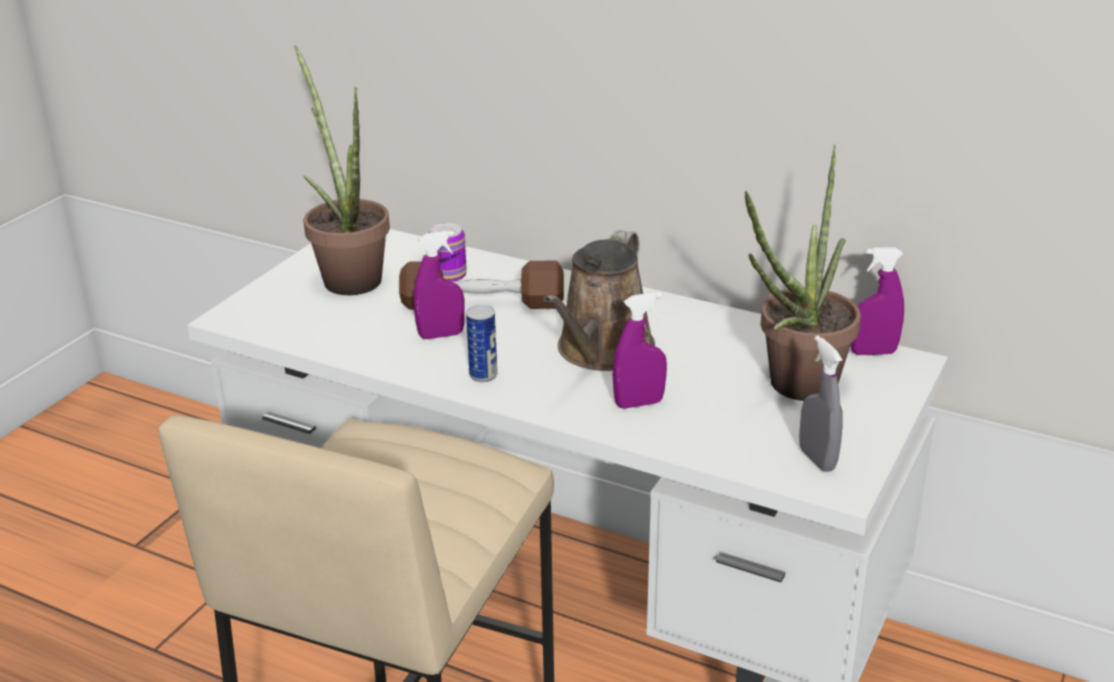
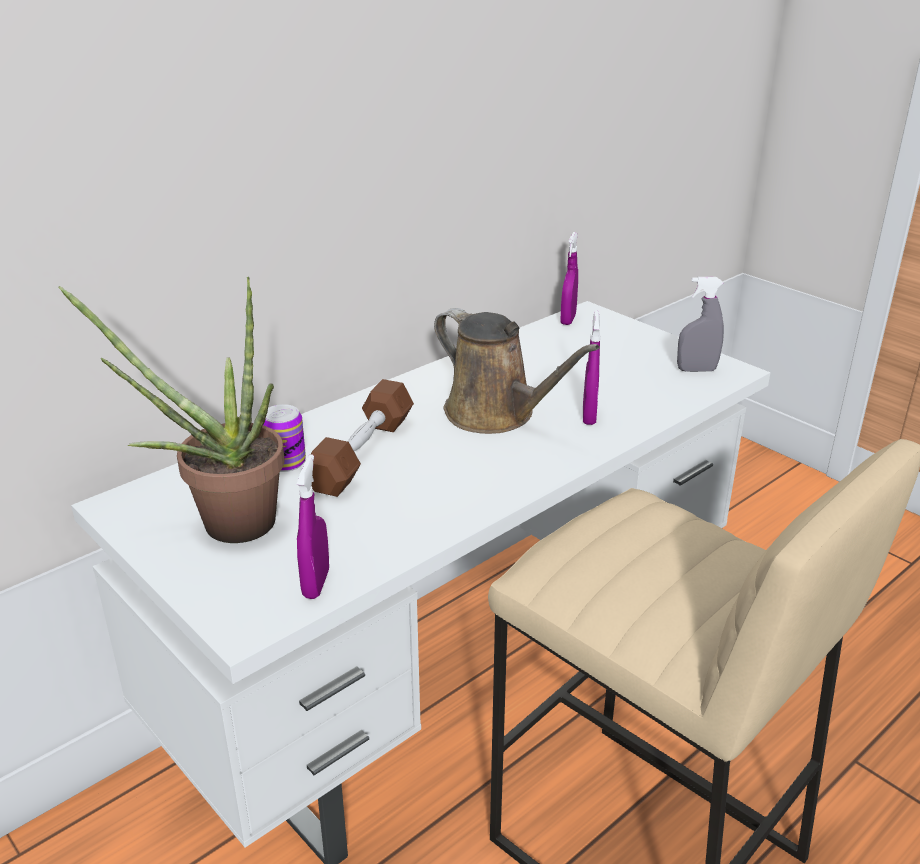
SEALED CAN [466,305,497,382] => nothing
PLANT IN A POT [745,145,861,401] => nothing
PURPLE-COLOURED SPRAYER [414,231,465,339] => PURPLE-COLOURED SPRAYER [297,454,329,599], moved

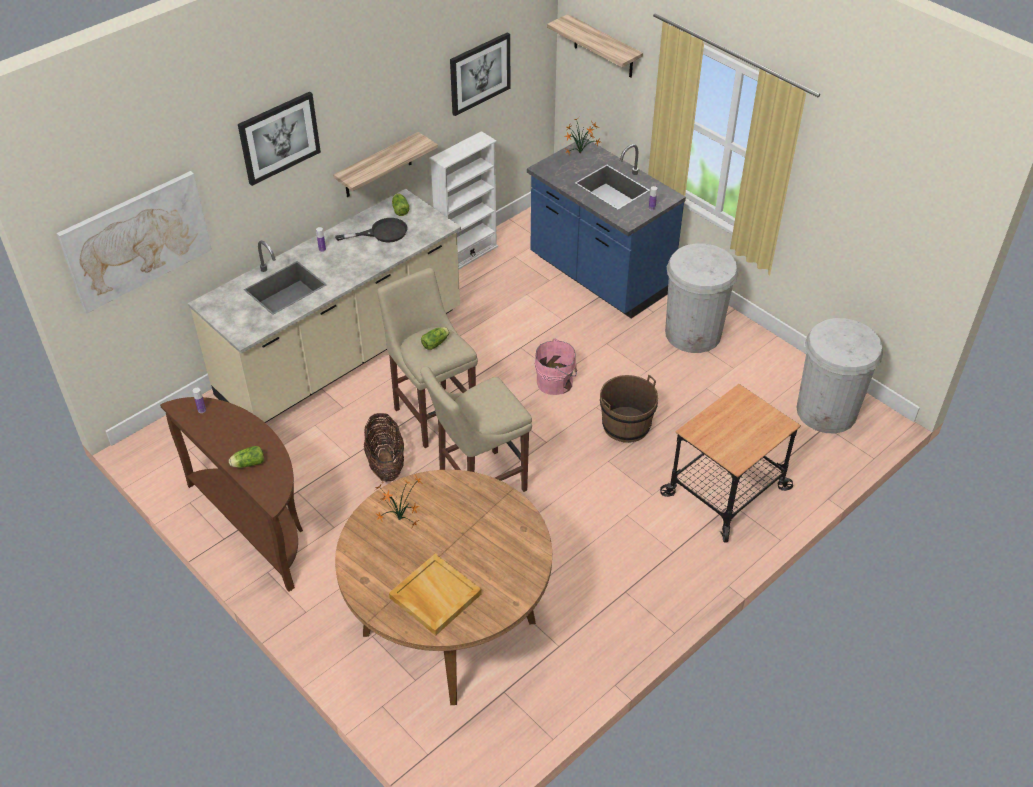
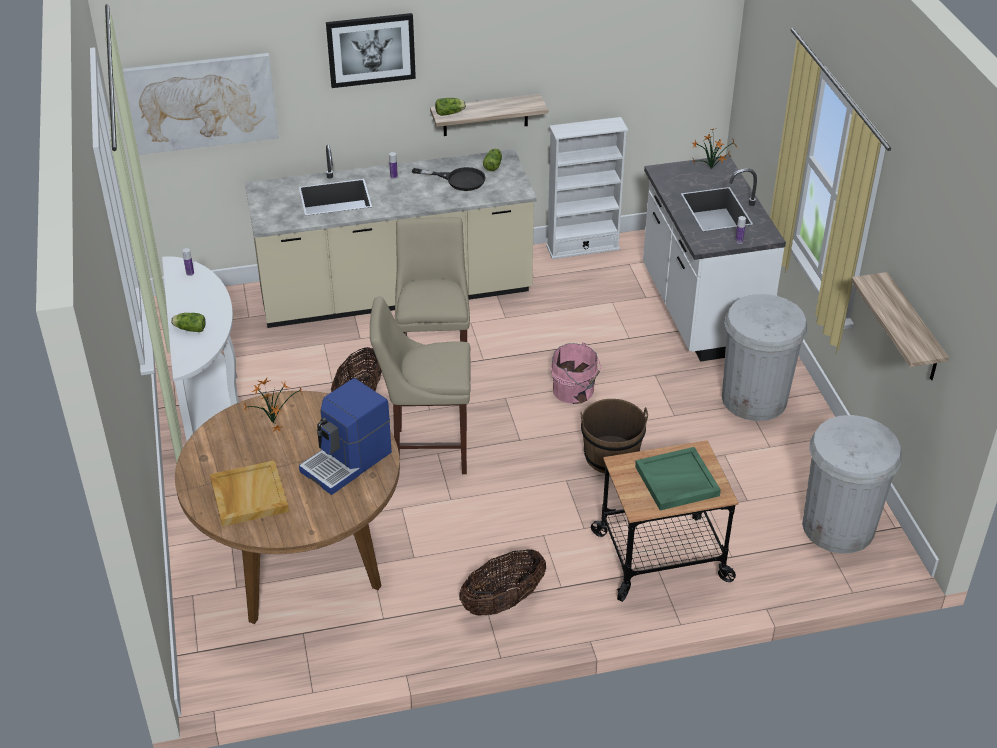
WALL PICTURE [450,32,510,116] => nothing
nothing => COFFEE MACHINE [299,378,392,495]
nothing => HOUSEHOLD BASKET [459,549,546,616]
nothing => GREEN CARRYING TRAY [635,447,721,511]
HEAD OF LETTUCE [421,327,449,350] => HEAD OF LETTUCE [435,98,466,116], moved
SHELF [547,14,643,78] => SHELF [851,272,949,380], moved
BROWN-COLOURED CONSOLE TABLE [160,397,303,592] => WHITE CONSOLE TABLE [162,256,239,441]
BLUE-COLOURED KITCHEN BASE UNIT [527,137,686,319] => WHITE KITCHEN BASE UNIT [643,155,786,362]

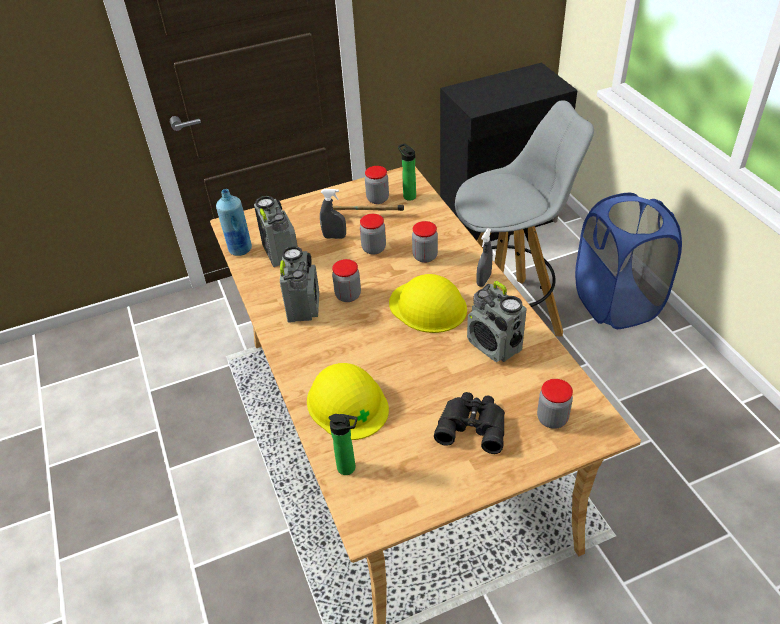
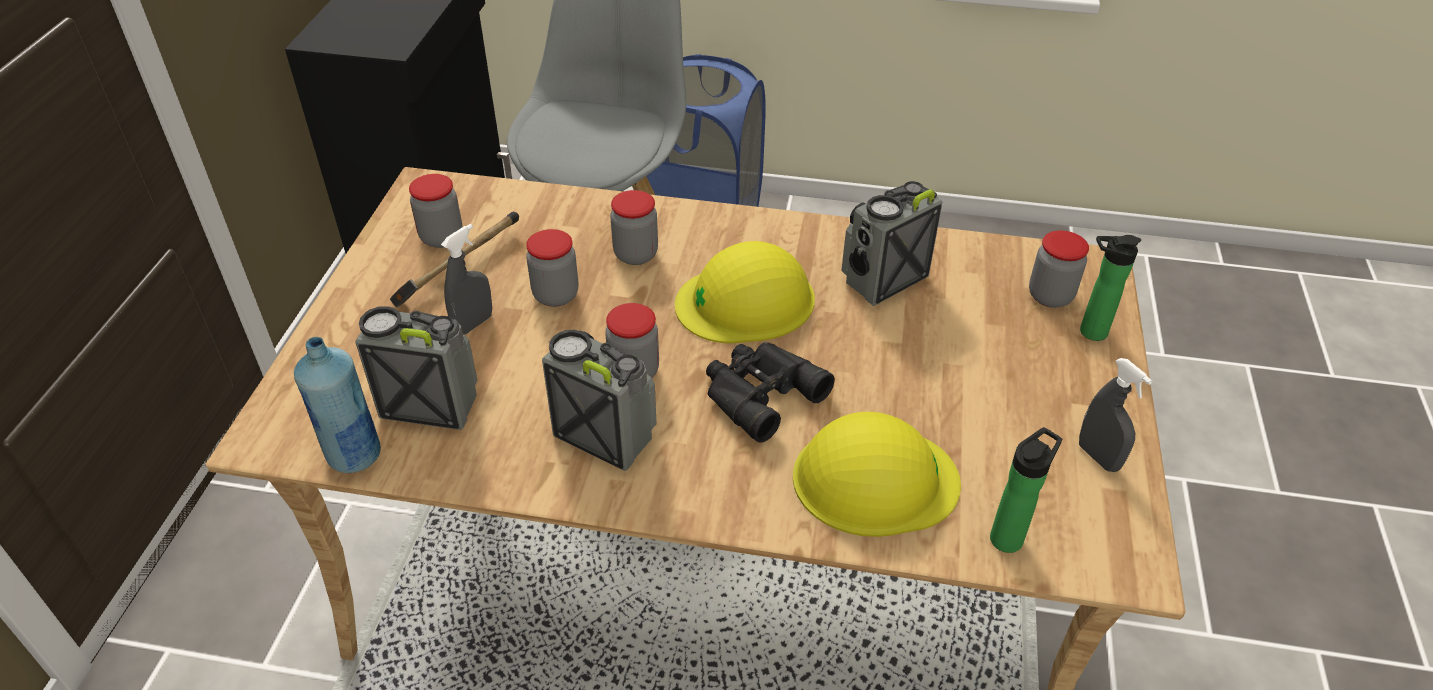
BOTTLE [398,143,416,201] => BOTTLE [1080,235,1141,341], moved
BLACK-COLOURED PAIR OF BINOCULARS [434,392,505,454] => BLACK-COLOURED PAIR OF BINOCULARS [706,342,835,442], moved
GREYISH SPRAYER [476,228,493,287] => GREYISH SPRAYER [1079,358,1152,472], moved
RADIO [467,281,527,362] => RADIO [841,181,943,306], 150 degrees clockwise

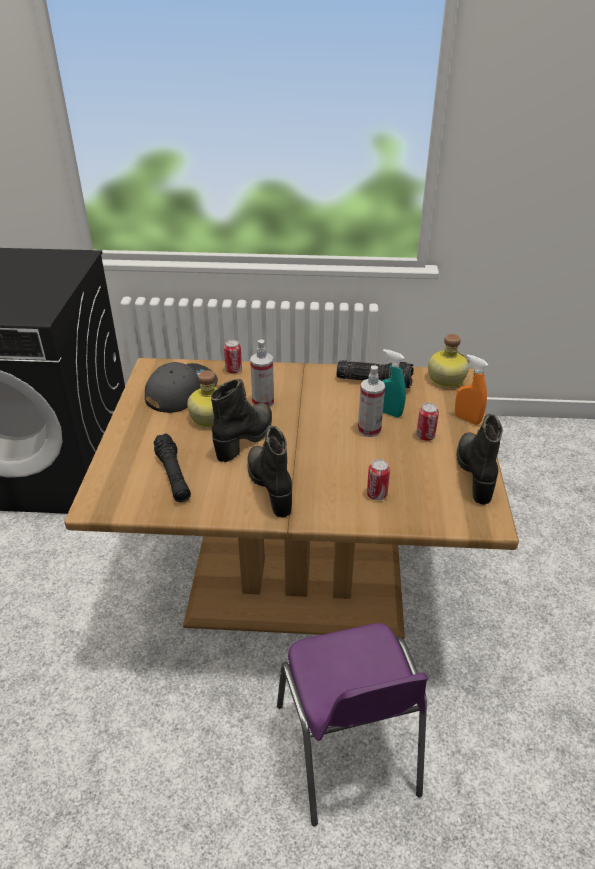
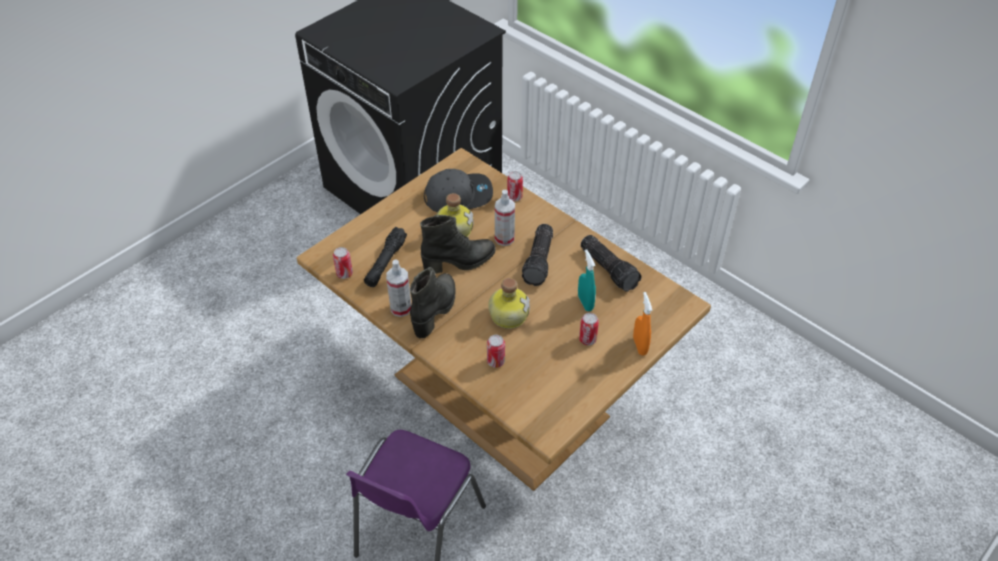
BLACK-COLOURED HIGH-TOP BOOT [457,413,503,505] => nothing
nothing => SEALED CAN [333,247,353,279]
nothing => HAND TORCH [522,224,553,286]
SPRAYER [358,366,385,437] => SPRAYER [386,259,411,317], moved
BOTTLE [428,334,469,388] => BOTTLE [488,278,530,329], moved

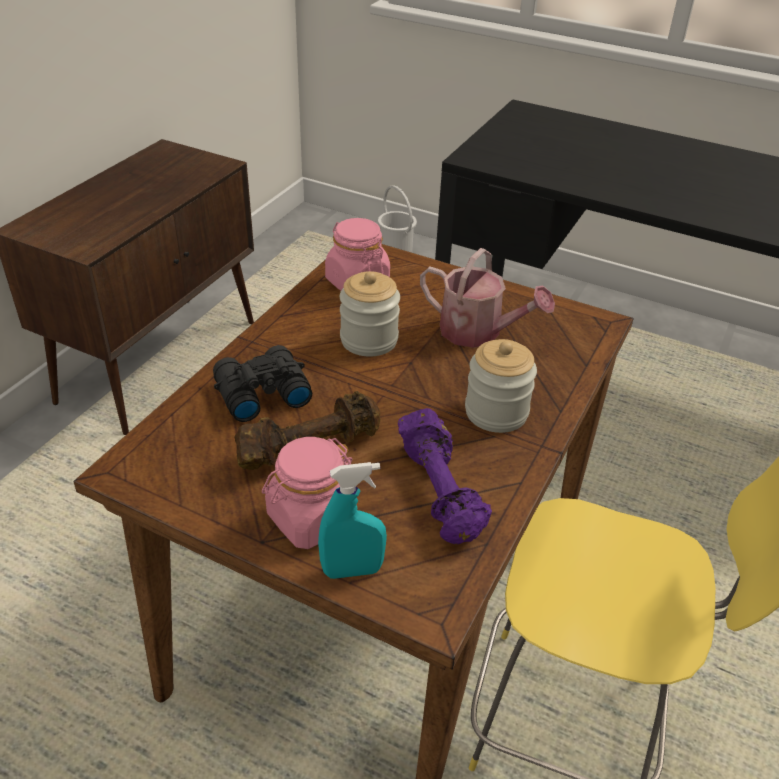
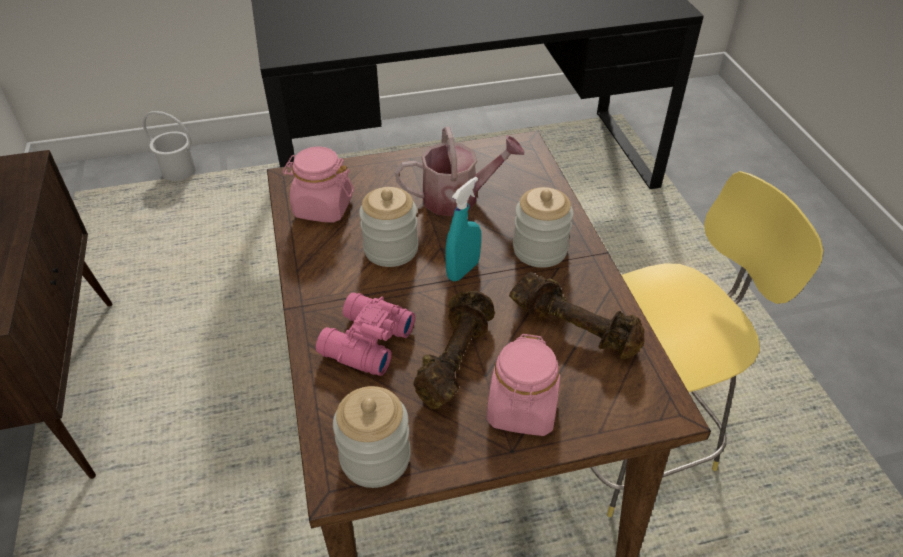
nothing => JAR [333,386,411,488]
TURQUOISE-COLOURED SPRAYER [318,462,387,579] => TURQUOISE-COLOURED SPRAYER [445,177,481,281], moved
BLACK-COLOURED PAIR OF BINOCULARS [213,345,312,422] => PINKISH PAIR OF BINOCULARS [316,293,415,376]
PURPLE-COLOURED HAND WEIGHT [398,408,492,545] => BROWN-COLOURED HAND WEIGHT [509,272,644,360]

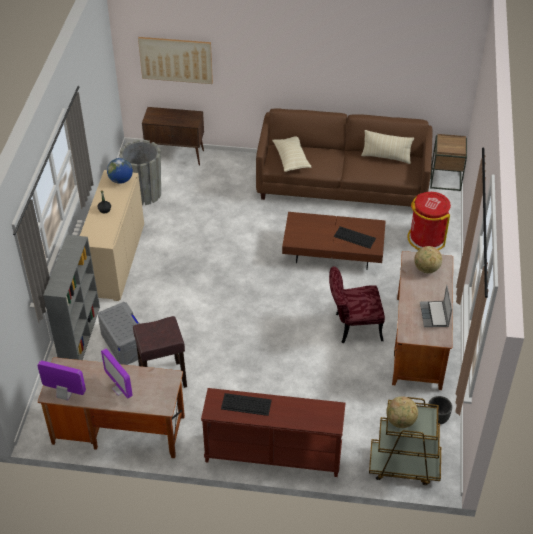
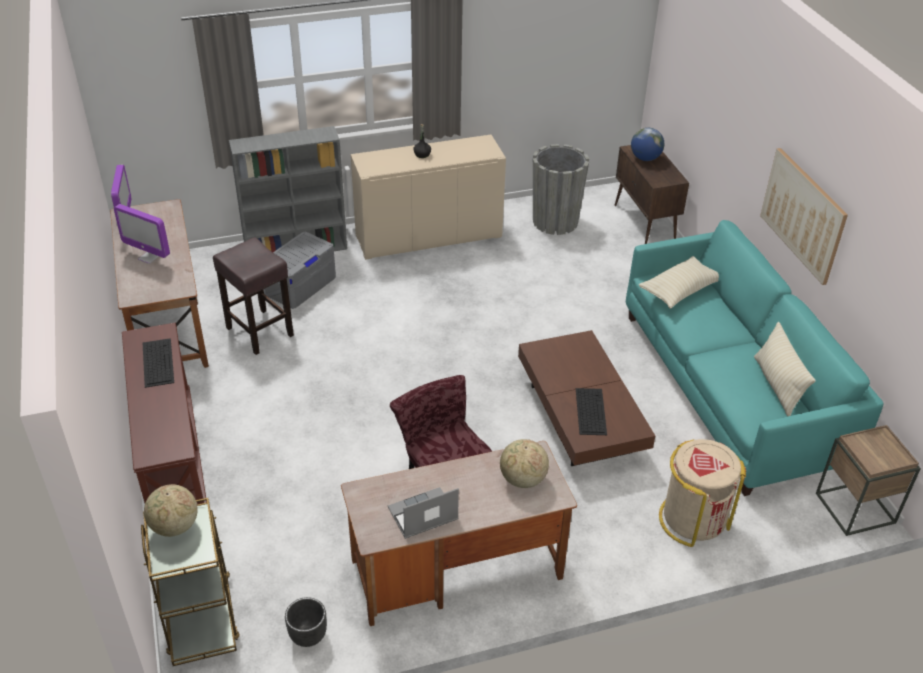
DESK GLOBE [107,158,133,184] => DESK GLOBE [631,128,664,161], moved
WALL PICTURE [138,37,213,84] => WALL PICTURE [760,148,848,285], moved
BROWN-COLOURED SETTEE [256,108,432,207] => TURQUOISE-COLOURED SETTEE [626,220,883,496]
RED TRASH CAN [407,192,451,250] => SAND-COLOURED TRASH CAN [659,439,746,547]
COMPUTER SCREEN [101,348,133,398] => COMPUTER SCREEN [114,204,170,264], 90 degrees counterclockwise

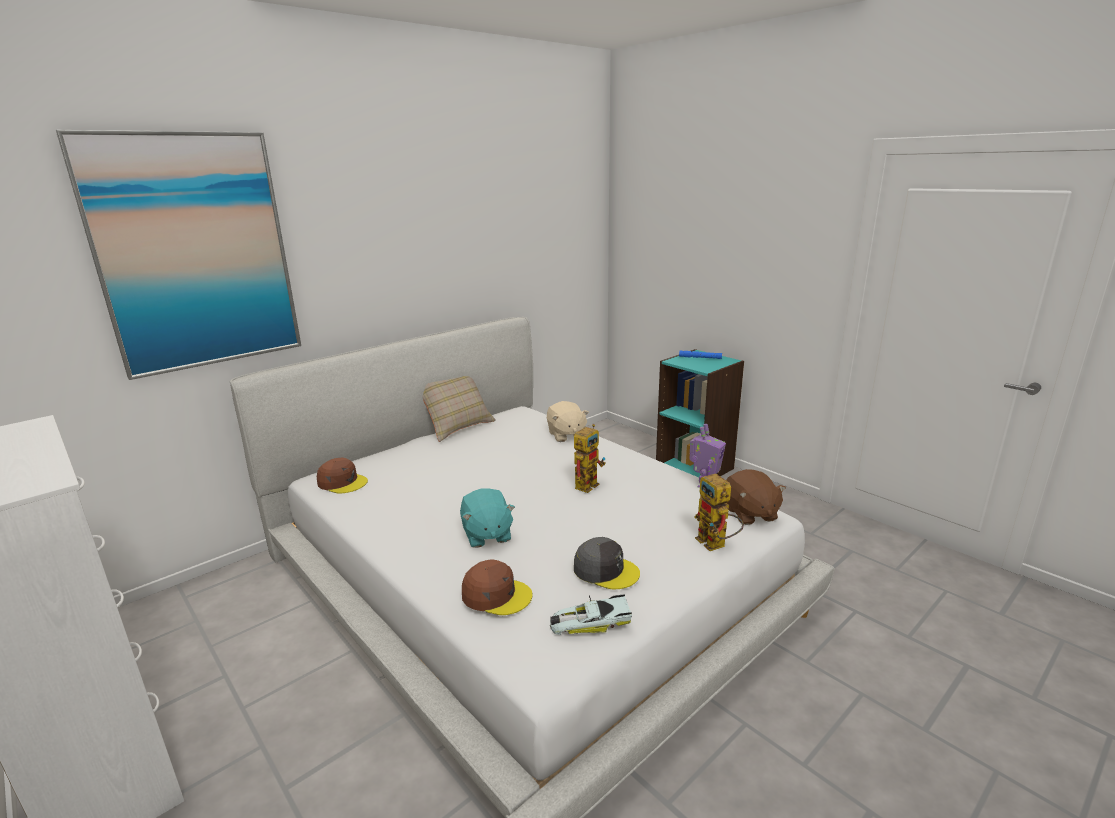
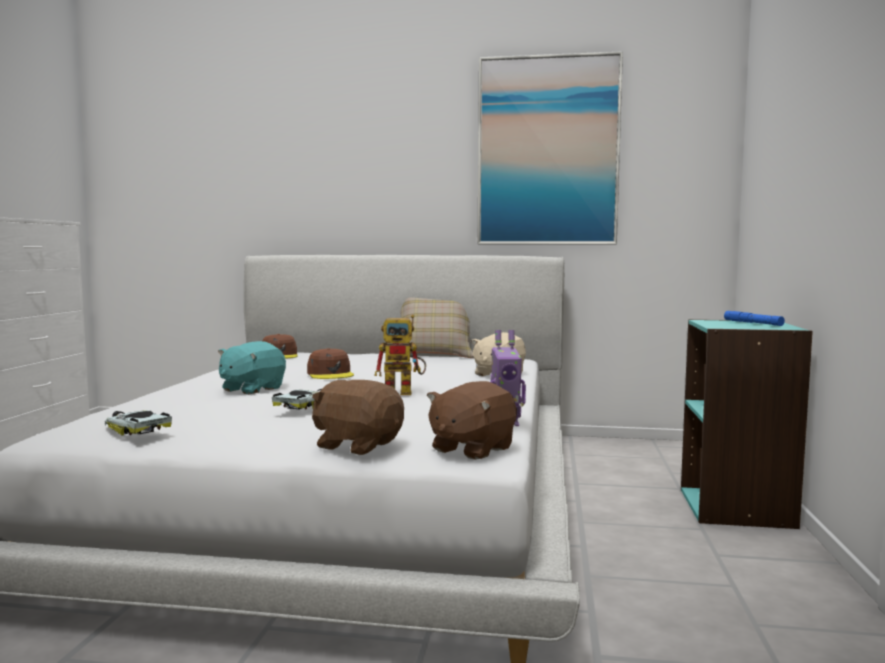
GREYISH PEAKED CAP [574,537,640,589] => nothing
nothing => MINIATURE CAR [272,389,322,410]
WALL PICTURE [56,130,301,380] => WALL PICTURE [477,51,623,244], moved
BROWN-COLOURED PEAKED CAP [462,559,532,615] => BROWN-COLOURED PEAKED CAP [307,348,354,379], moved
MODEL ROBOT [694,474,744,551] => BROWN-COLOURED CUDDLY TOY [312,380,404,455]

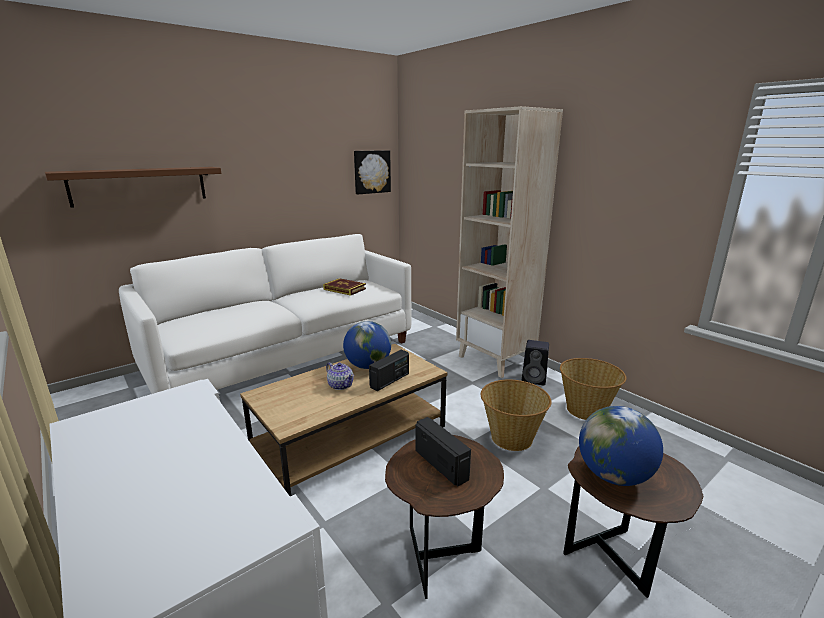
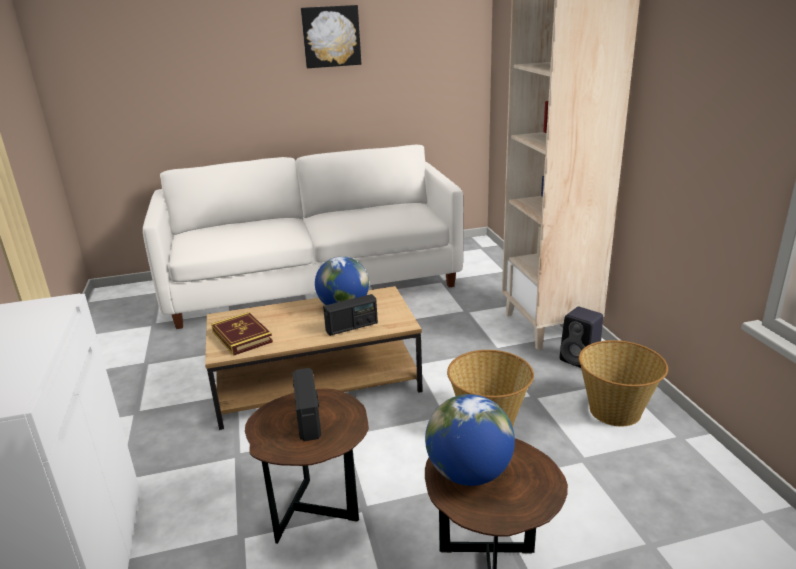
BROWN-COLOURED SHELF [45,167,222,208] => nothing
TEAPOT [326,362,354,390] => nothing
VOLUME [323,278,366,296] => VOLUME [211,312,273,356], moved
WALL PICTURE [354,150,391,194] => WALL PICTURE [301,5,361,68], moved

